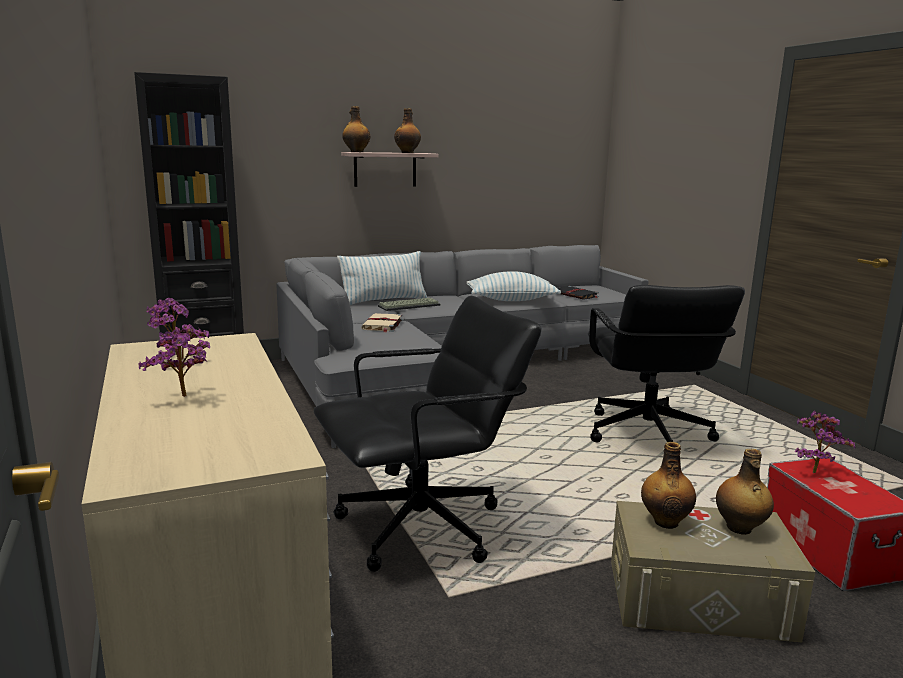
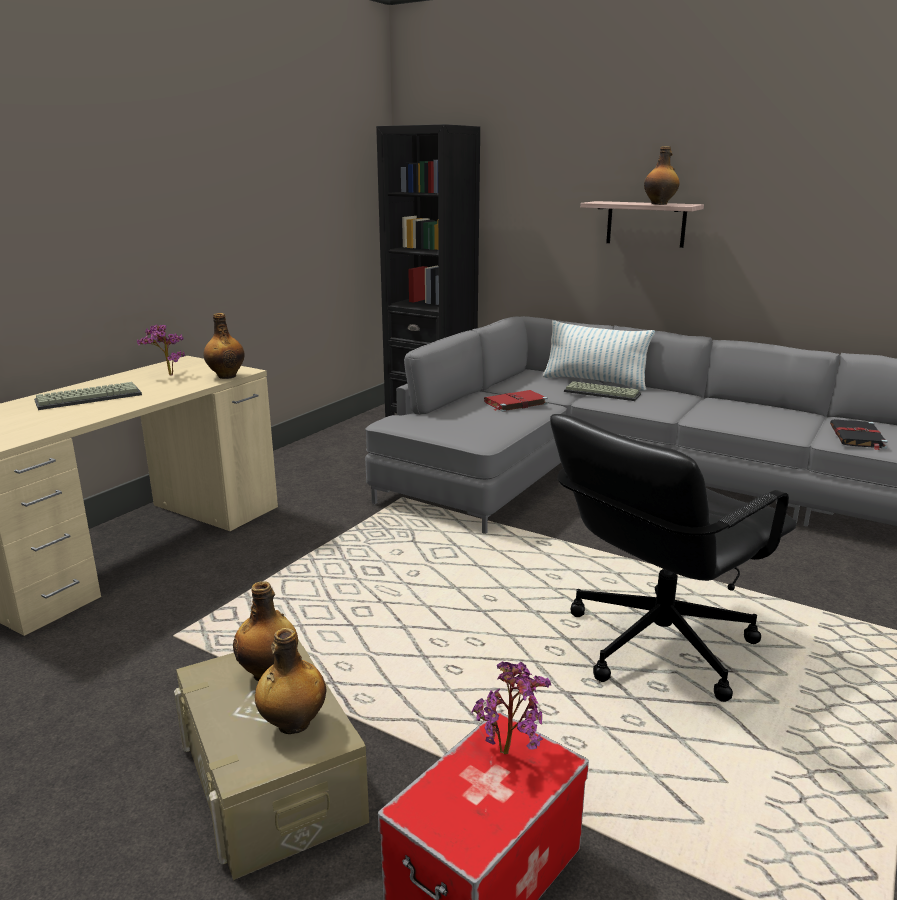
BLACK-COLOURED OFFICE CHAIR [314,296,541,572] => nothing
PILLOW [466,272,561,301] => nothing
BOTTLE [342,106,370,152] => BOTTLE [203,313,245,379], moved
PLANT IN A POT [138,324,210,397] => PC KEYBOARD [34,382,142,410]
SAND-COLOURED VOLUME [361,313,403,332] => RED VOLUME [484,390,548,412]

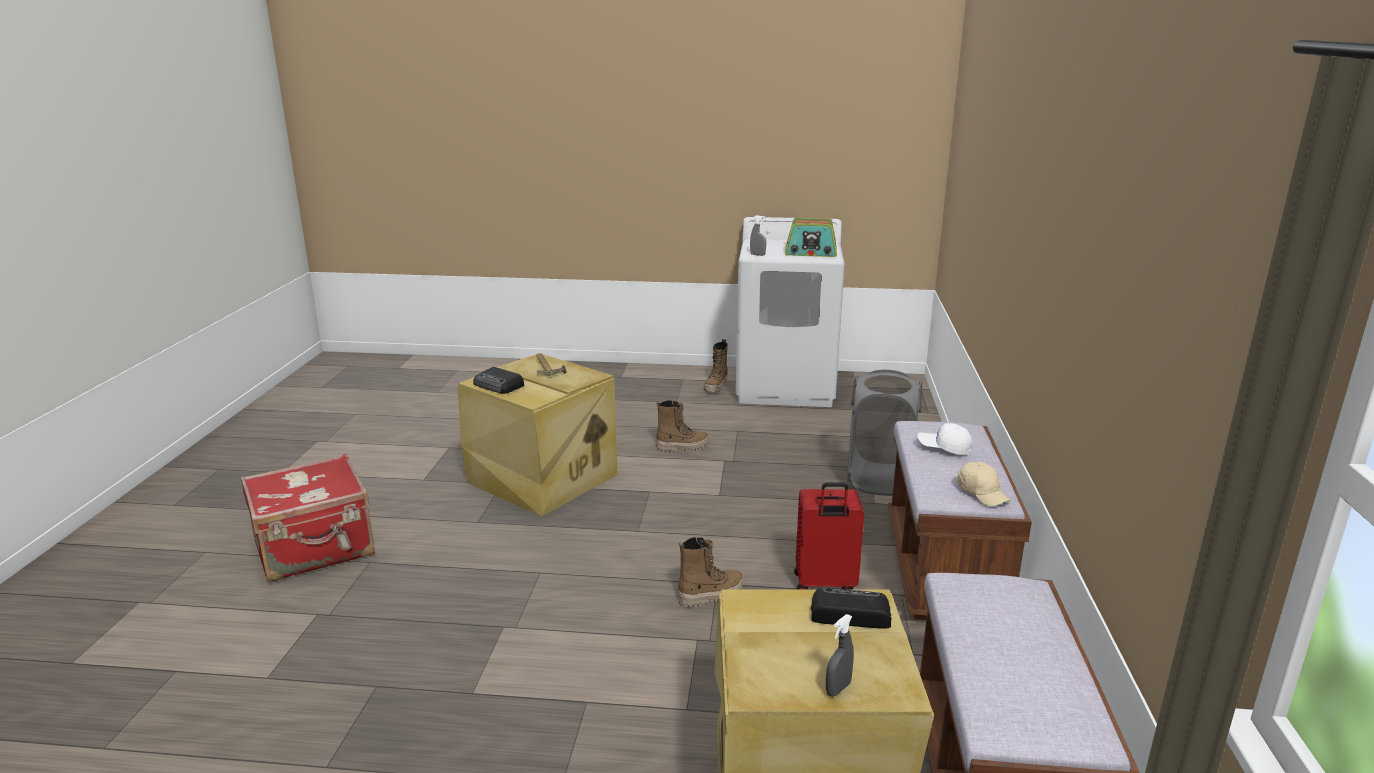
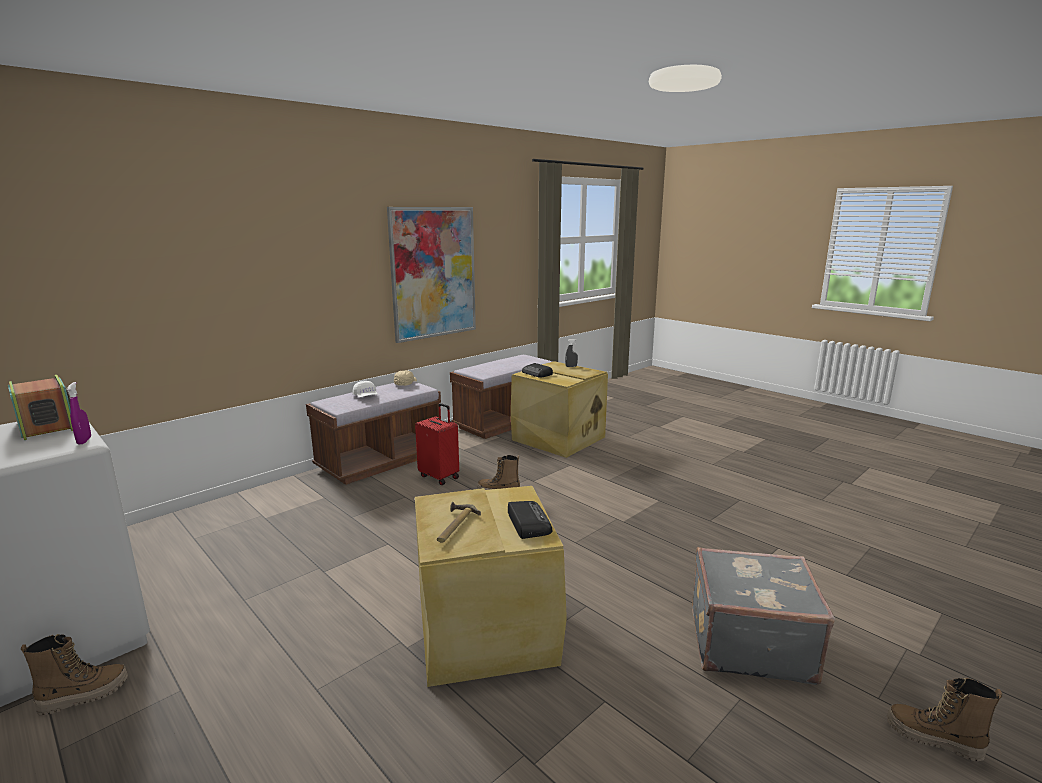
GREYISH HAMPER [847,370,922,496] => nothing
nothing => WALL PICTURE [387,207,476,343]
HIGH-TOP BOOT [656,400,708,452] => HIGH-TOP BOOT [887,678,1002,761], moved
RED PIECE OF LUGGAGE [241,454,375,582] => GREYISH PIECE OF LUGGAGE [692,547,835,685]
GREYISH SPRAYER [750,215,766,256] => PURPLE-COLOURED SPRAYER [67,382,91,445]

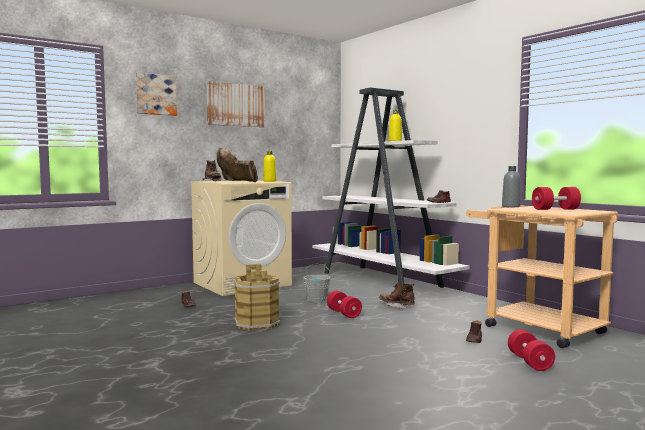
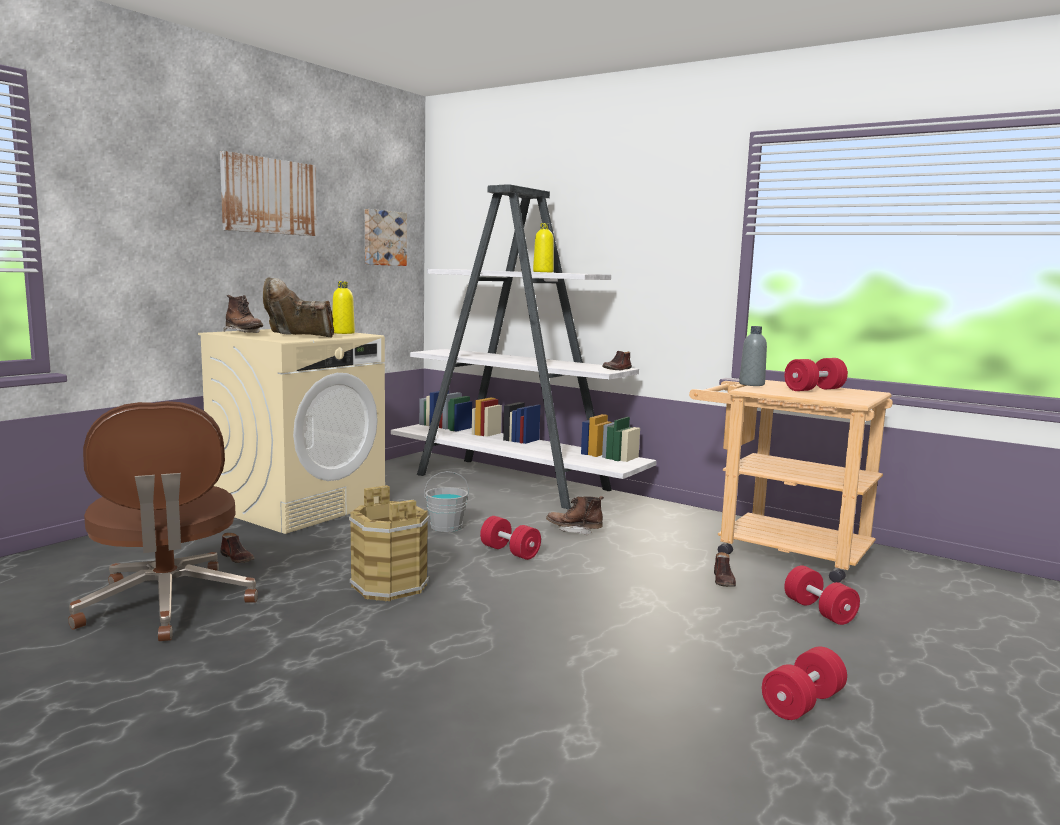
nothing => BROWN-COLOURED OFFICE CHAIR [68,401,258,641]
nothing => RED HAND WEIGHT [762,646,847,720]
WALL PICTURE [136,72,177,116] => WALL PICTURE [365,209,407,266], moved

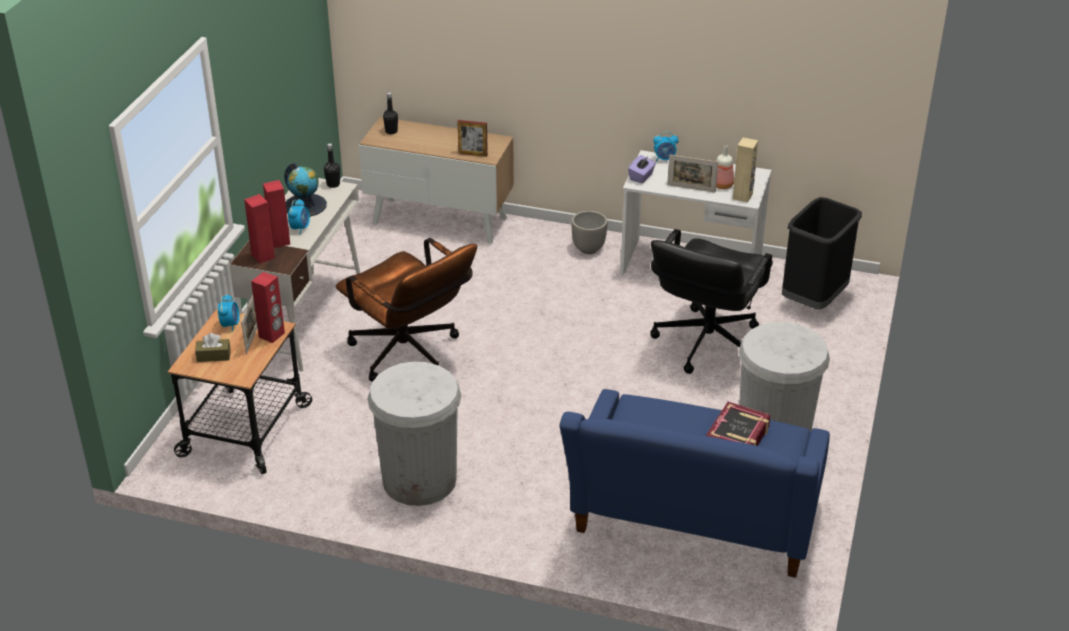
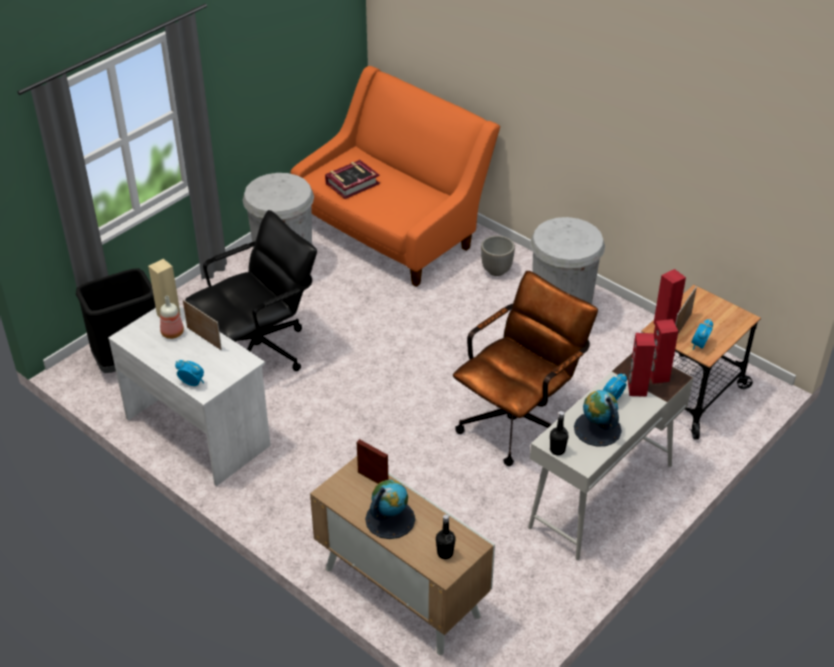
BROWN-COLOURED TISSUE HOLDER [195,333,231,362] => nothing
PURPLE-COLOURED TISSUE HOLDER [628,155,656,183] => nothing
nothing => DESK GLOBE [365,480,415,539]
PLANTER [571,211,608,254] => PLANTER [481,235,515,276], moved
BLUE-COLOURED SETTEE [559,389,830,578] => ORANGE SETTEE [290,66,500,287]
BROWN-COLOURED OFFICE CHAIR [336,238,477,382] => BROWN-COLOURED OFFICE CHAIR [453,271,598,466], 60 degrees clockwise

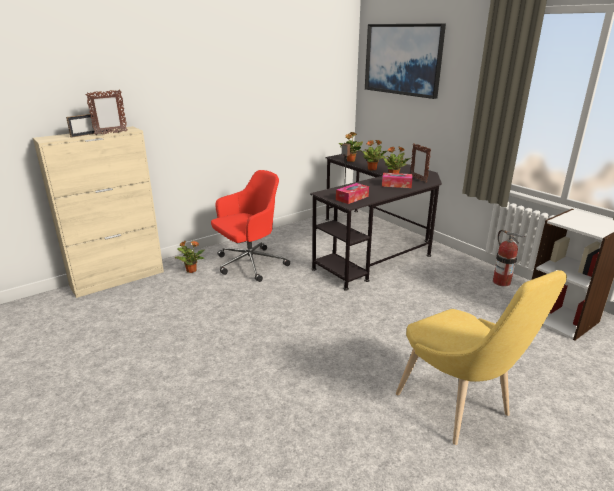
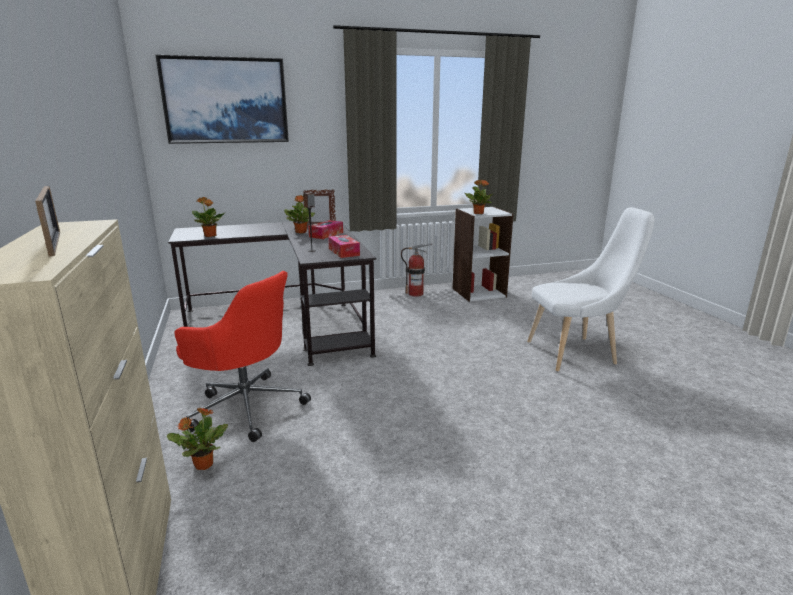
PICTURE FRAME [85,89,127,135] => nothing
PLANT IN A POT [360,140,387,171] => PLANT IN A POT [465,180,493,214], moved
YELLOW CHAIR [396,270,567,445] => WHITE CHAIR [527,207,655,371]
RED OFFICE CHAIR [211,170,290,282] => RED OFFICE CHAIR [174,271,311,442], 135 degrees clockwise

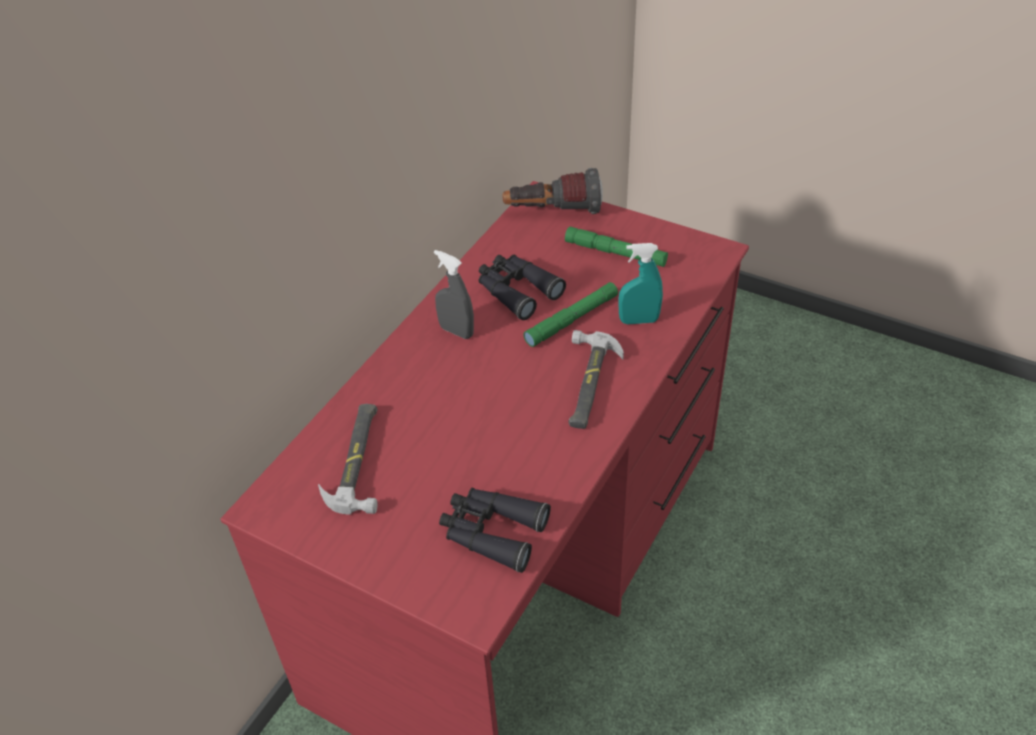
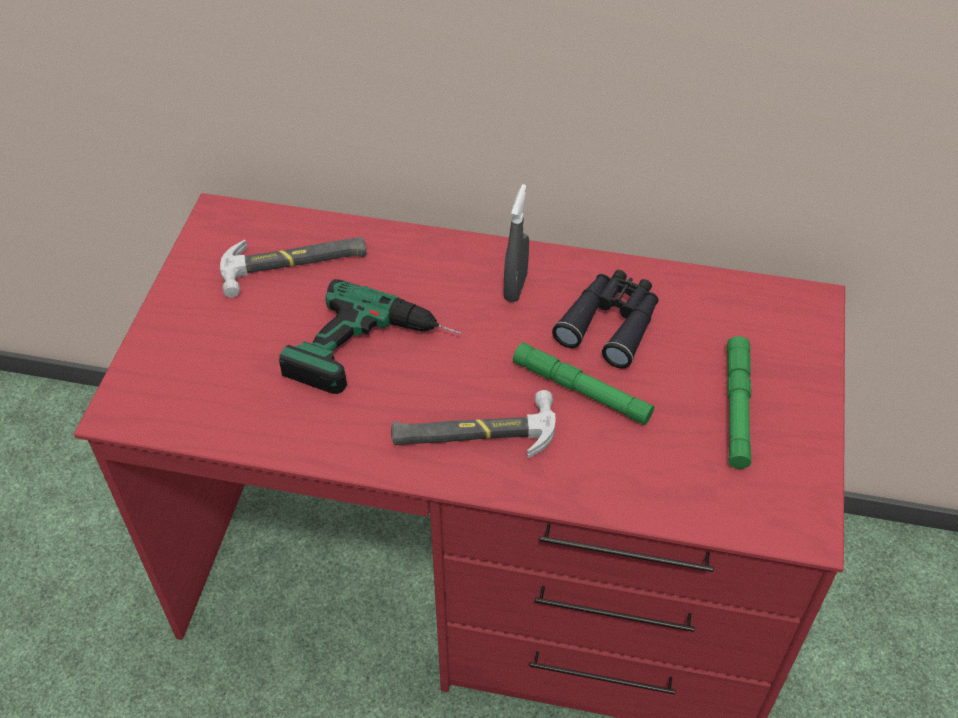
BLACK-COLOURED PAIR OF BINOCULARS [439,488,551,573] => nothing
HAND TORCH [502,168,603,214] => nothing
TURQUOISE-COLOURED SPRAYER [618,243,663,324] => nothing
nothing => DRILL [279,279,462,394]

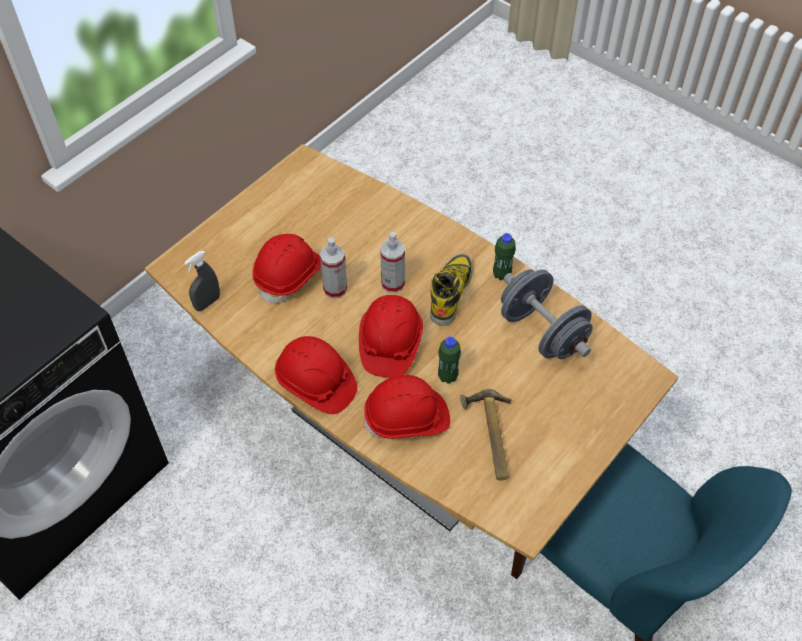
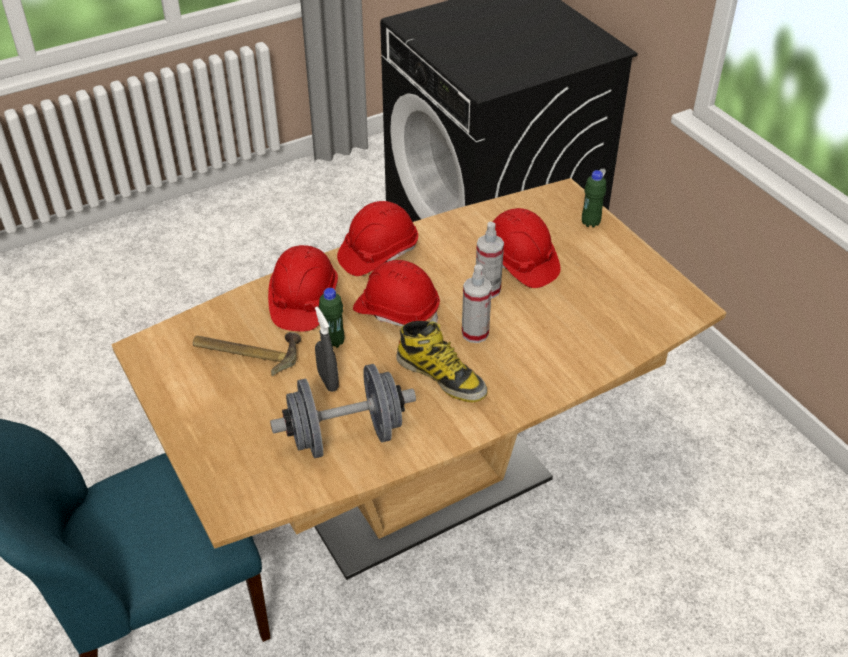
GREYISH SPRAYER [184,251,220,311] => GREYISH SPRAYER [315,307,339,392], moved
GREEN BOTTLE [493,233,516,280] => GREEN BOTTLE [582,170,606,227], moved

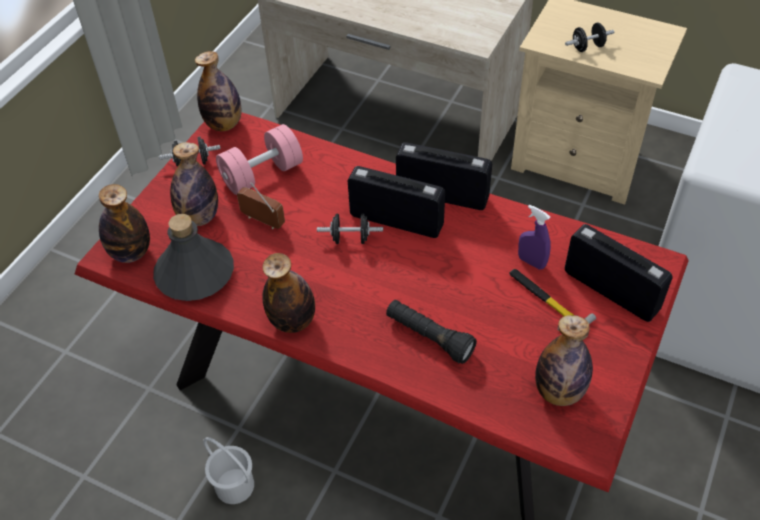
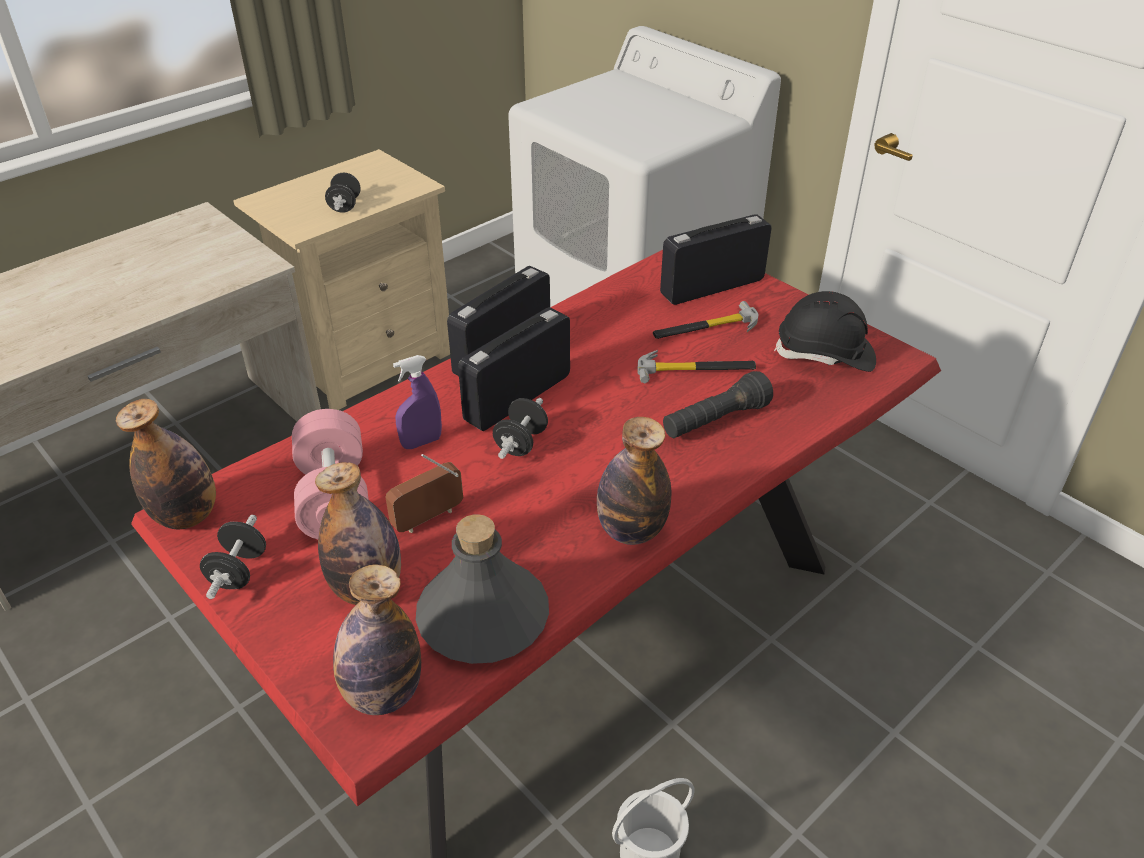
nothing => HAMMER [637,350,756,384]
PURPLE-COLOURED SPRAYER [518,205,551,270] => PURPLE-COLOURED SPRAYER [393,355,442,449], moved
BOTTLE [535,315,593,406] => BLACK-COLOURED WORK HELMET [774,291,876,372]

